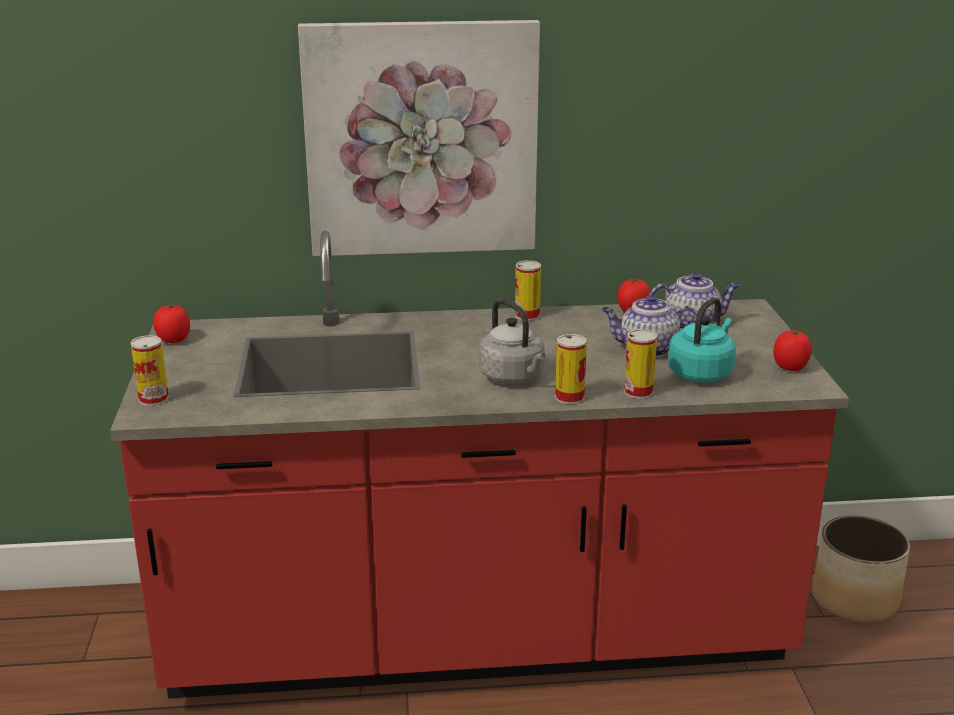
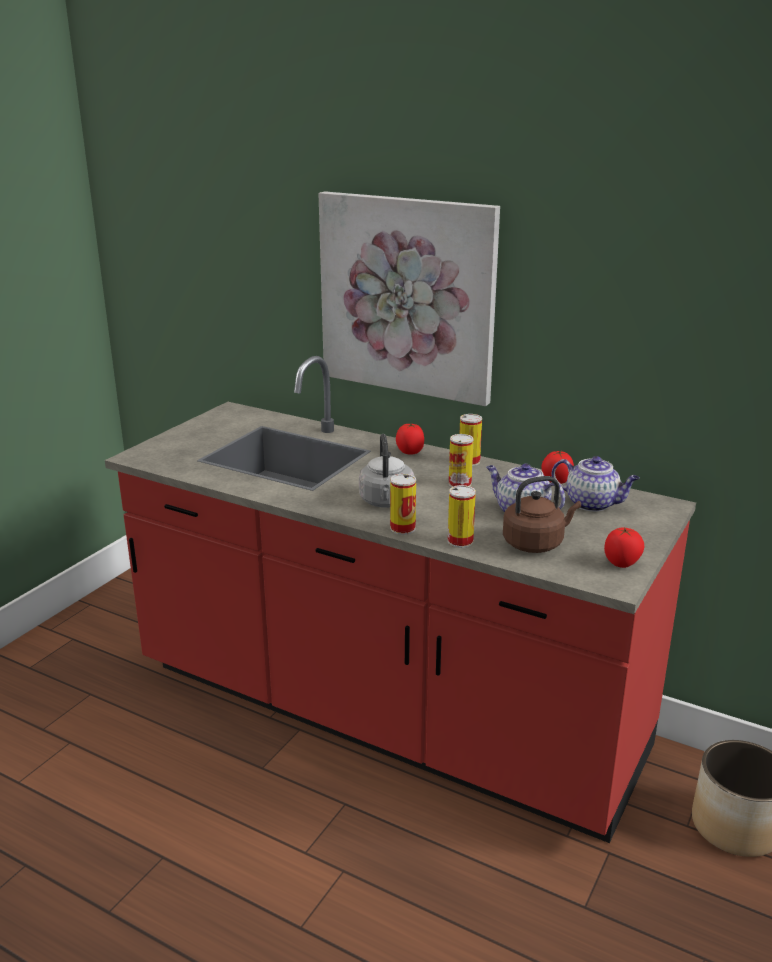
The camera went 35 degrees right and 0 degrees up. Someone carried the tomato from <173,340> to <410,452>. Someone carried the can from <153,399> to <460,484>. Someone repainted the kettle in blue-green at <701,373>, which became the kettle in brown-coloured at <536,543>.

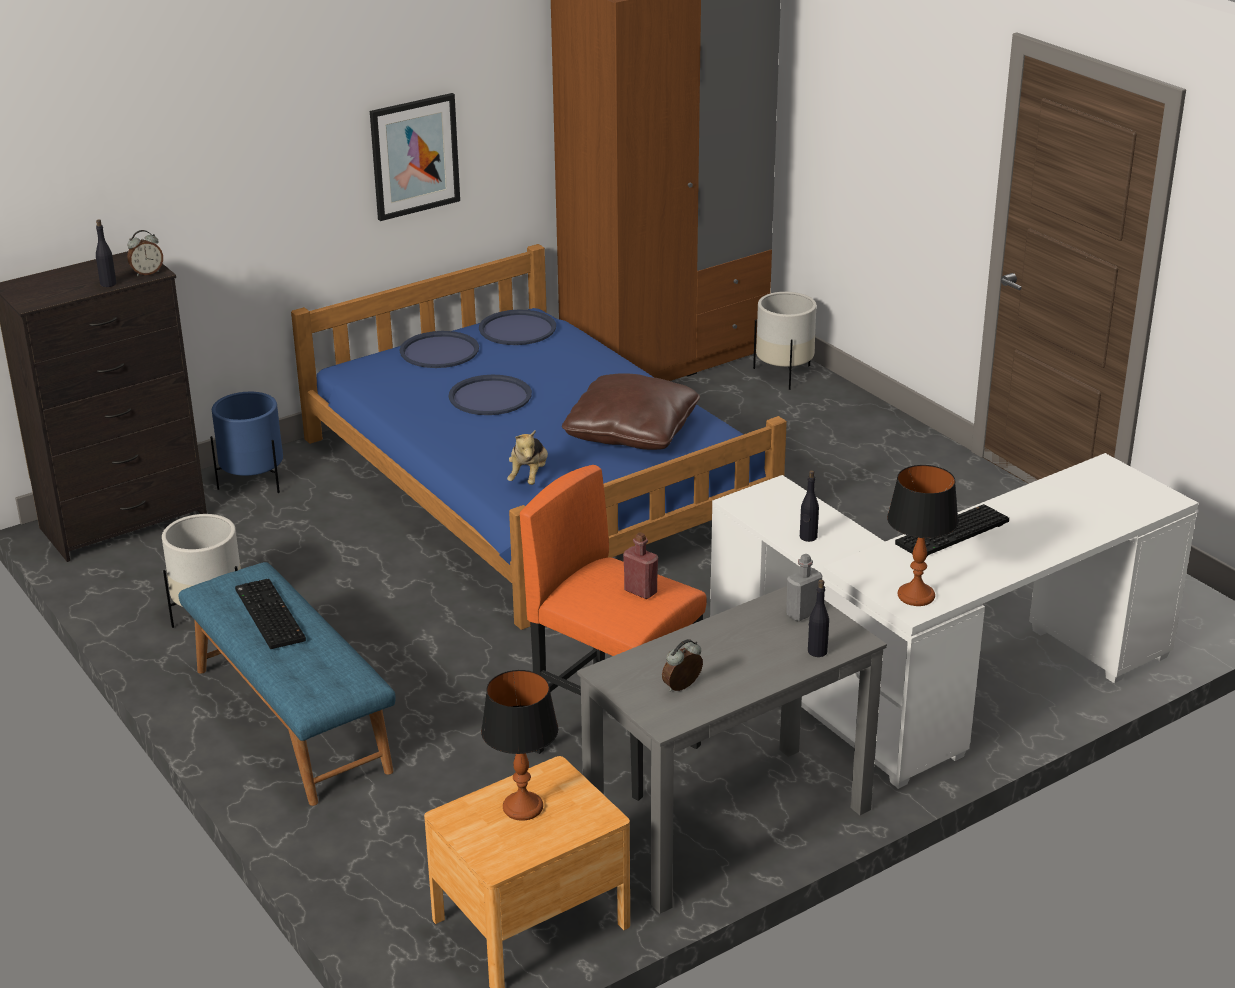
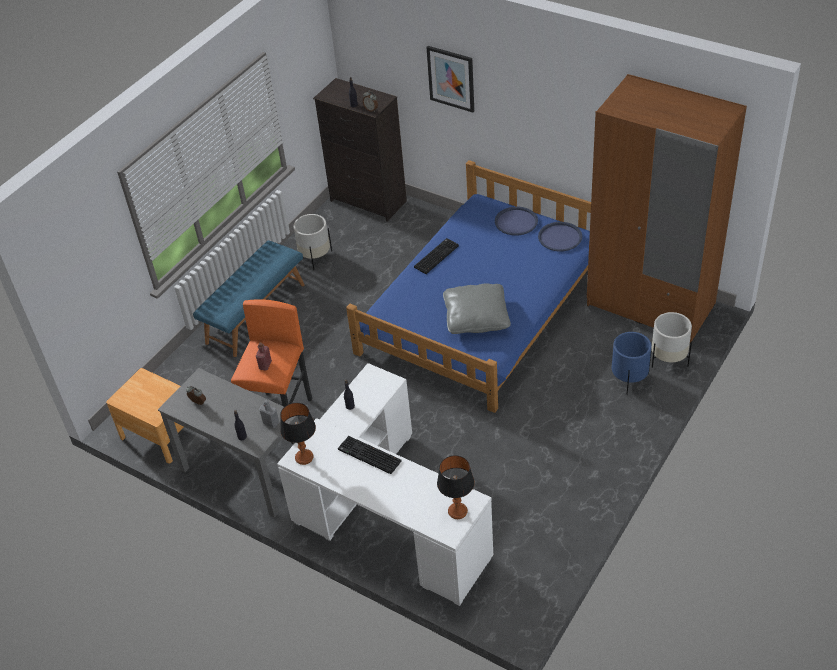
The camera went 70 degrees right and 15 degrees up. Someone carried the keyboard from <267,615> to <436,256>. Someone carried the wall art from <414,156> to <451,78>. Someone carried the lamp for a table from <522,808> to <457,511>. Someone repainted the throw pillow in brown-coloured at <631,432>, which became the throw pillow in greyish at <476,317>. Someone carried the plant pot in bluish from <253,482> to <629,379>. Someone took away the serving tray in bluish at <490,397>. Someone took away the cuddly toy at <529,476>.

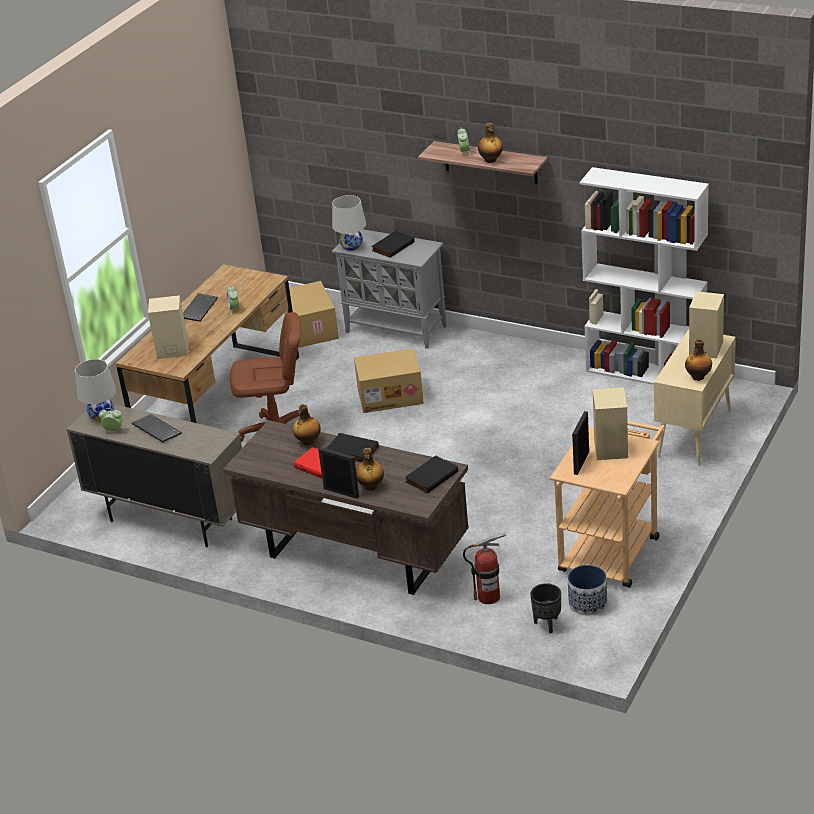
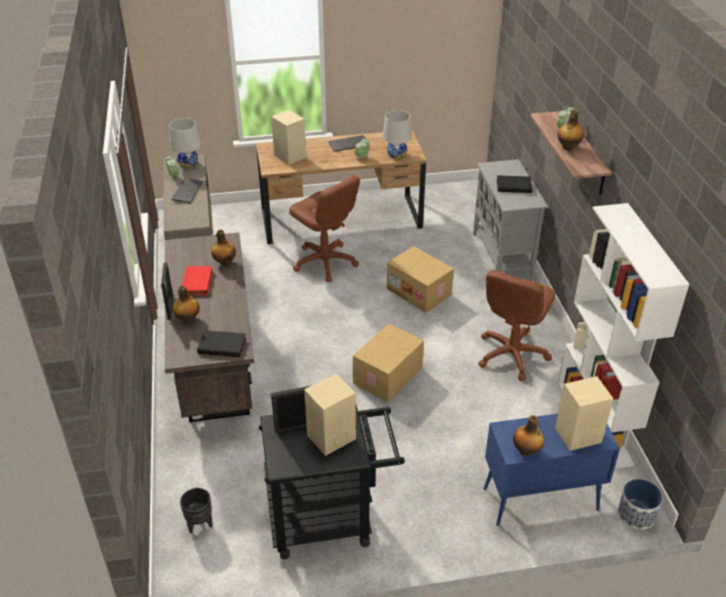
The camera went 50 degrees right and 5 degrees up. Someone repainted the cart in sand-coloured at <612,548>, which became the cart in black-coloured at <330,519>. Someone carried the carton from <313,329> to <388,376>. Someone carried the lamp for a table in whitish from <351,246> to <396,154>. Someone put down the desk chair in brown-coloured at <511,355>. Someone repainted the storage cabinet in sand-coloured at <694,434>, which became the storage cabinet in bluish at <539,500>. Someone carried the plant pot from <588,603> to <636,515>. Someone took away the bound book in black-coloured at <351,451>. Someone took away the fire extinguisher at <489,597>.

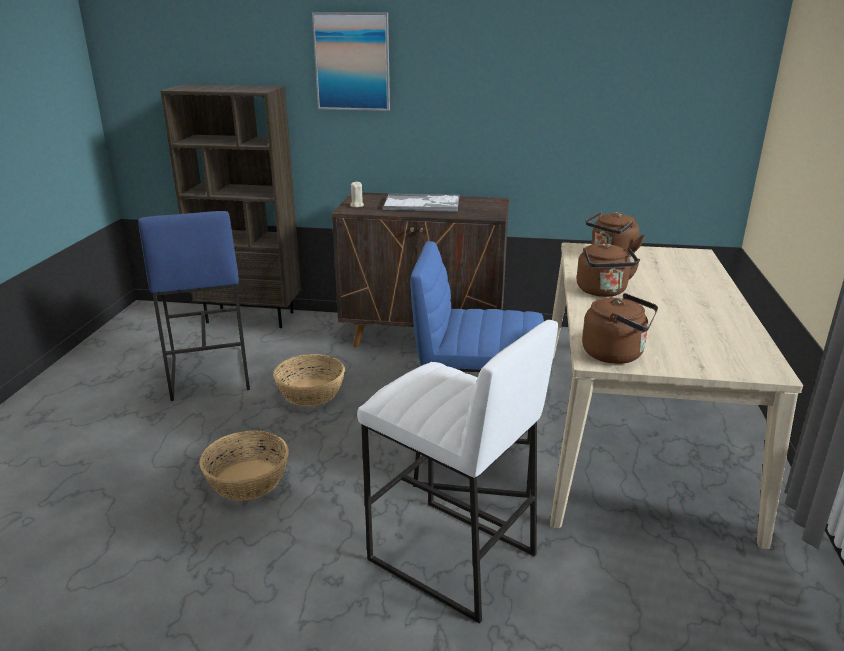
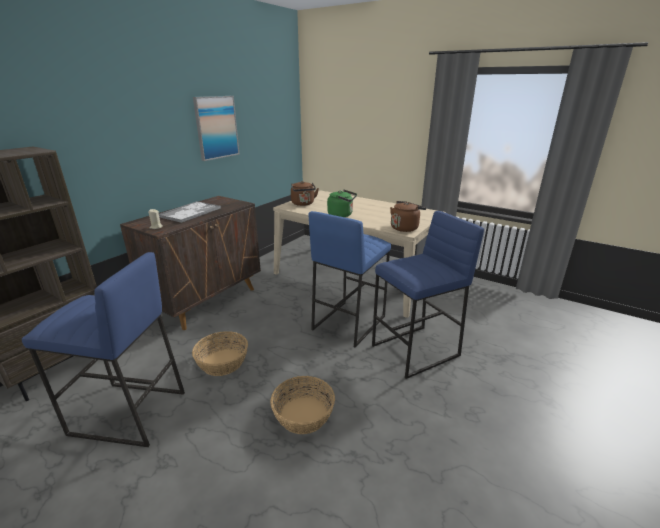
The camera went 65 degrees left and 0 degrees up. Someone carried the wall art from <352,62> to <216,127>. Someone repainted the kettle in brown-coloured at <603,291>, which became the kettle in green-coloured at <342,215>. Someone repainted the sitting stool in whitish at <451,557>, which became the sitting stool in bluish at <415,351>.

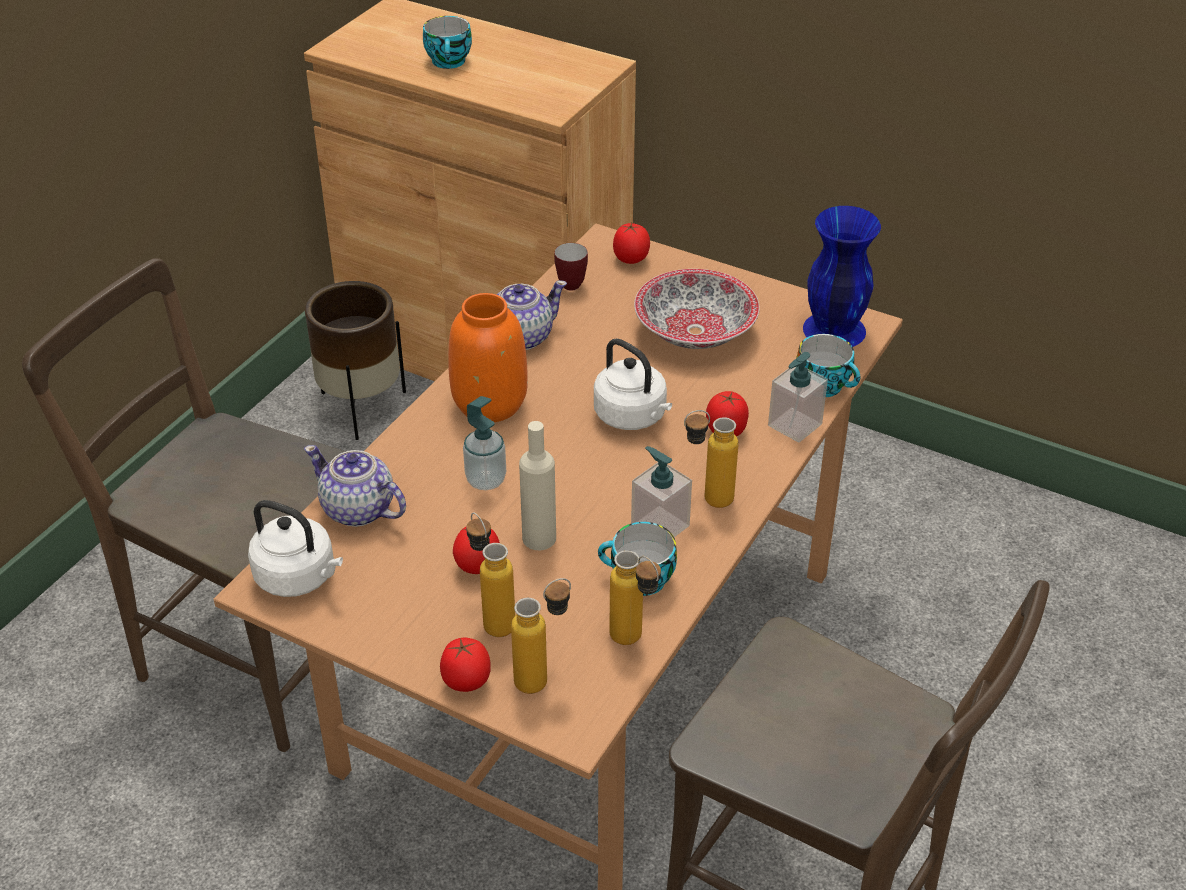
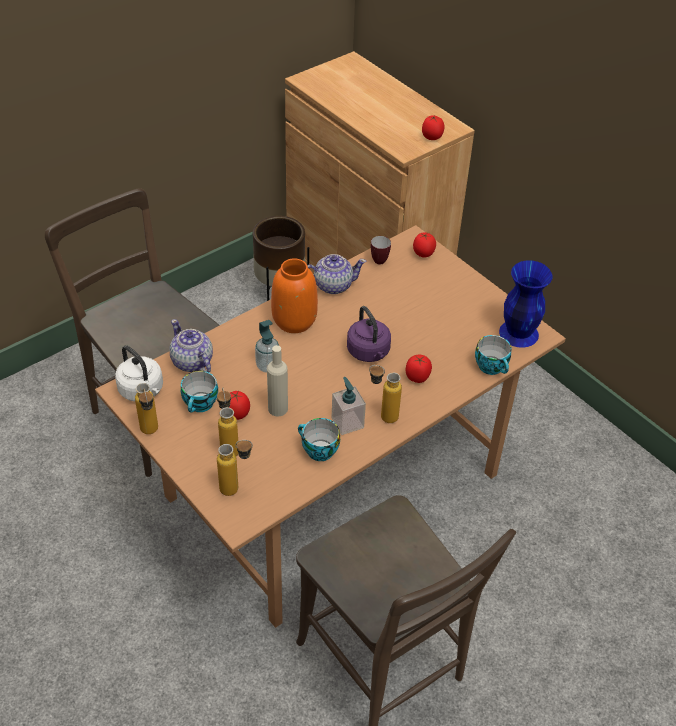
The camera went 20 degrees right and 5 degrees up. Someone carried the bottle from <634,642> to <150,434>. Someone carried the drinking cup from <450,62> to <201,404>. Someone repainted the kettle in whitish at <633,417>, which became the kettle in purple-coloured at <369,353>. Someone carried the tomato from <466,682> to <432,138>. Someone took away the bowl at <696,331>. Someone took away the soap dispenser at <794,425>.

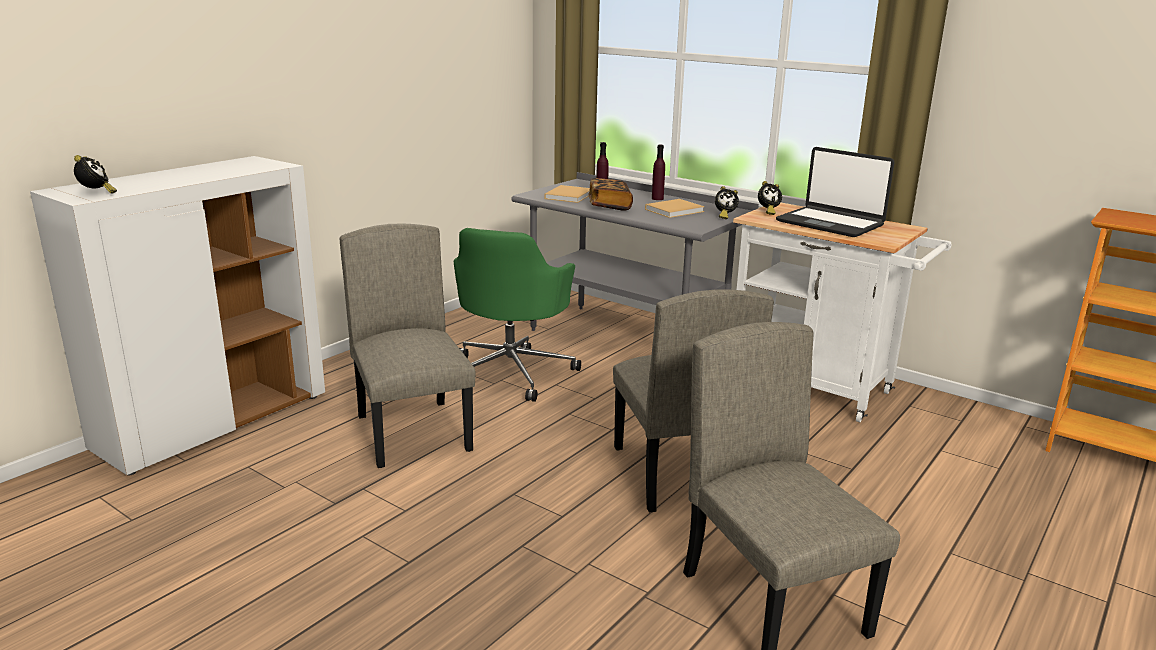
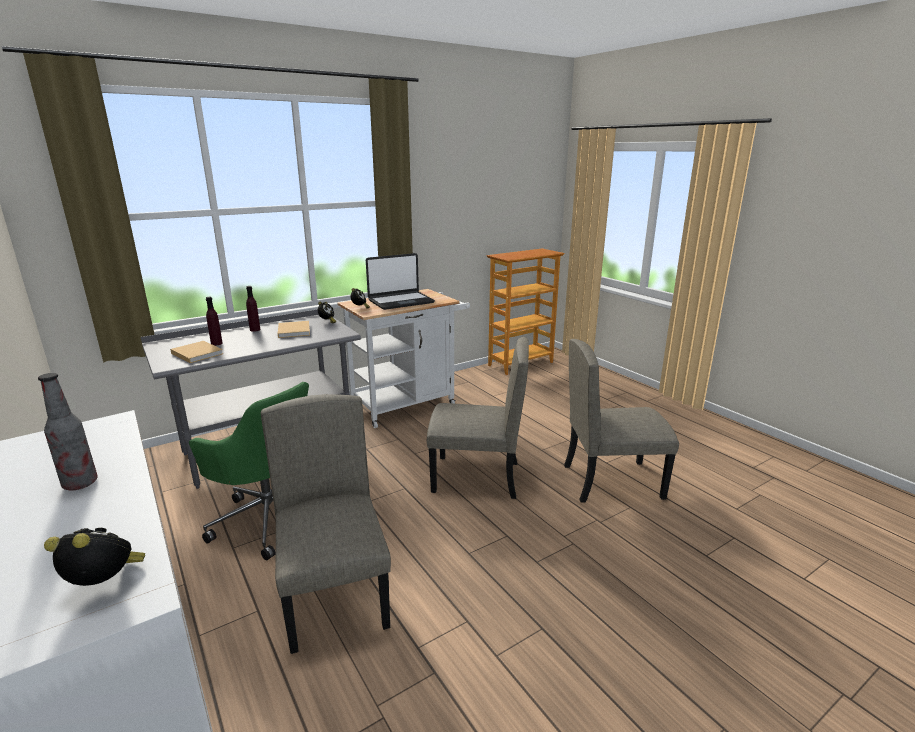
The camera went 70 degrees left and 0 degrees up. Someone put down the bottle at <80,483>. Someone rotated the upright chair in sand-coloured at <414,433> by 75 degrees clockwise. Someone took away the bound book at <609,205>.

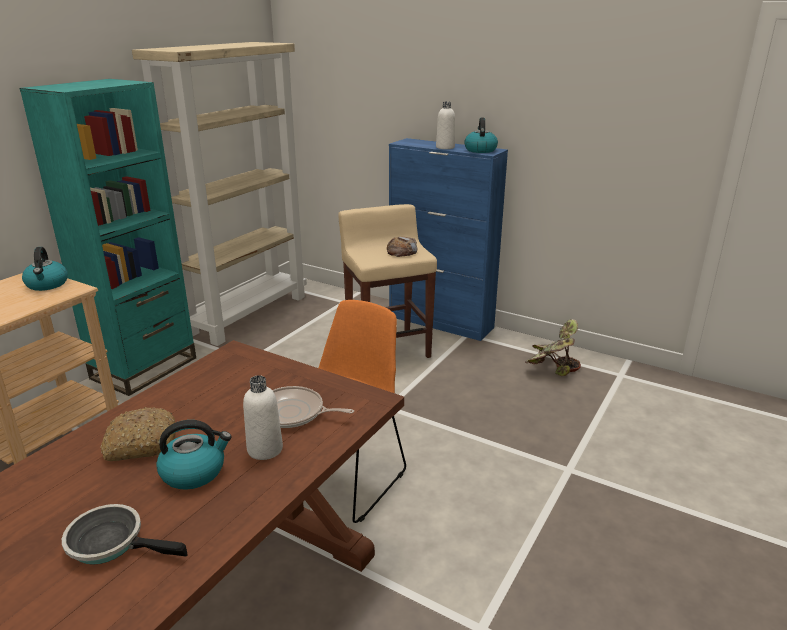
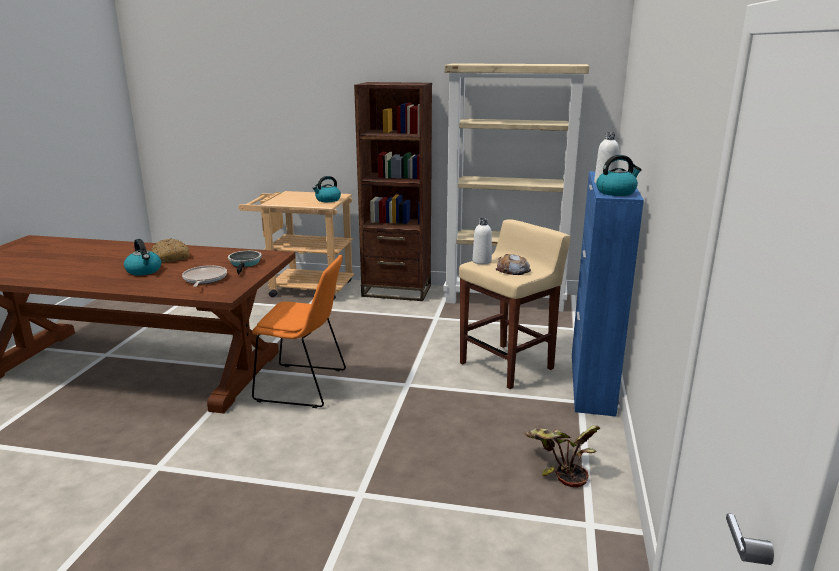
The camera went 70 degrees right and 5 degrees down. Someone carried the pan from <112,542> to <245,263>. Someone repainted the bookshelf in blue-green at <144,368>, which became the bookshelf in brown-coloured at <396,291>. Someone carried the bottle in whitish from <265,449> to <481,261>.

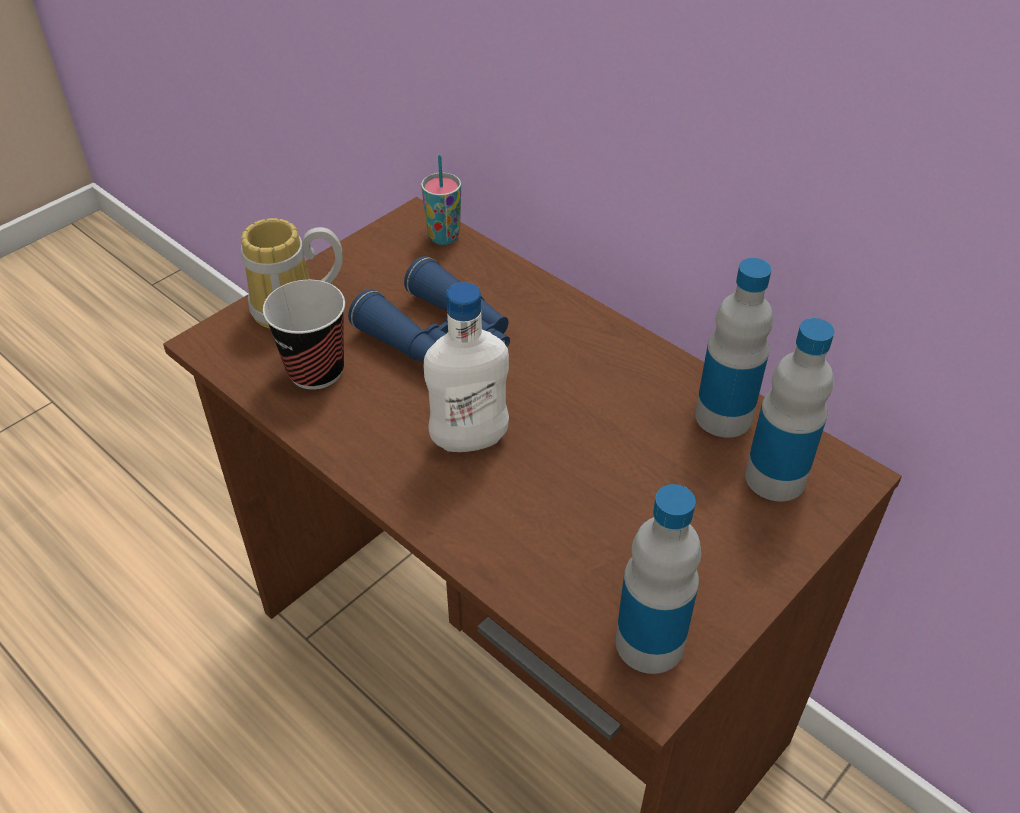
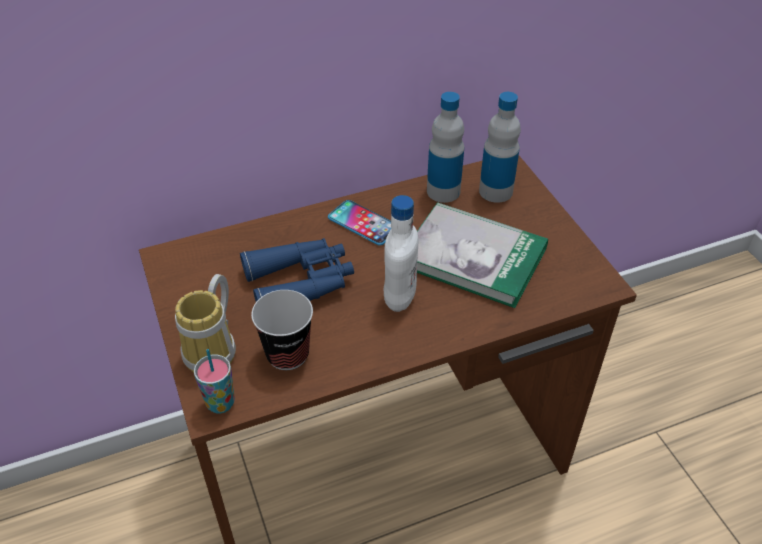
The camera went 65 degrees left and 0 degrees up. Someone carried the drinking cup from <444,237> to <220,403>. Someone put down the telephone at <363,223>. Someone put down the bound book at <474,257>. Someone took away the bottle at <649,643>.

